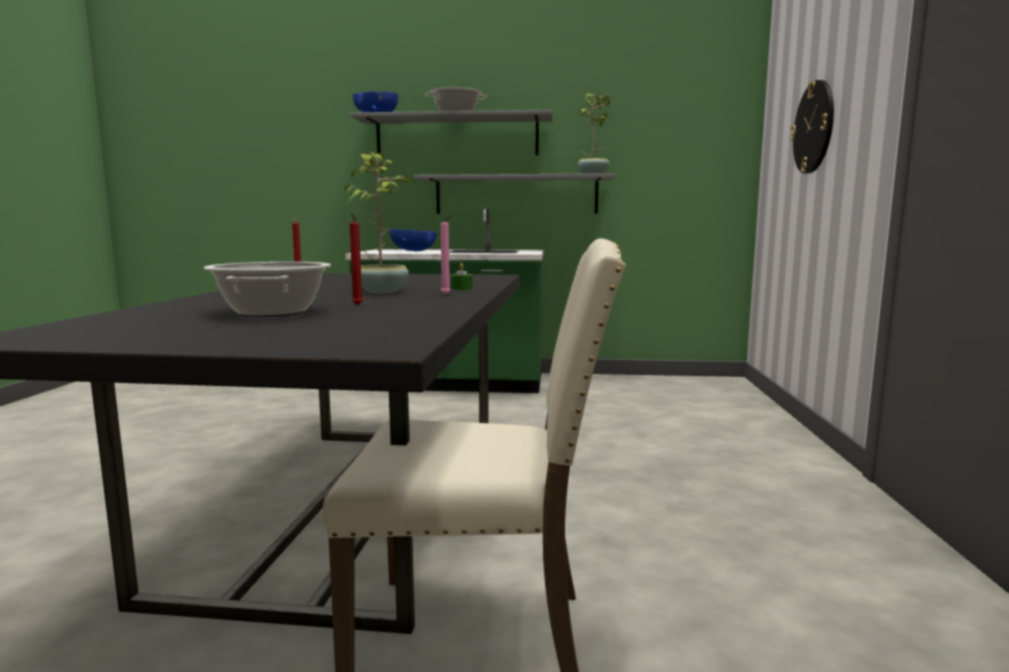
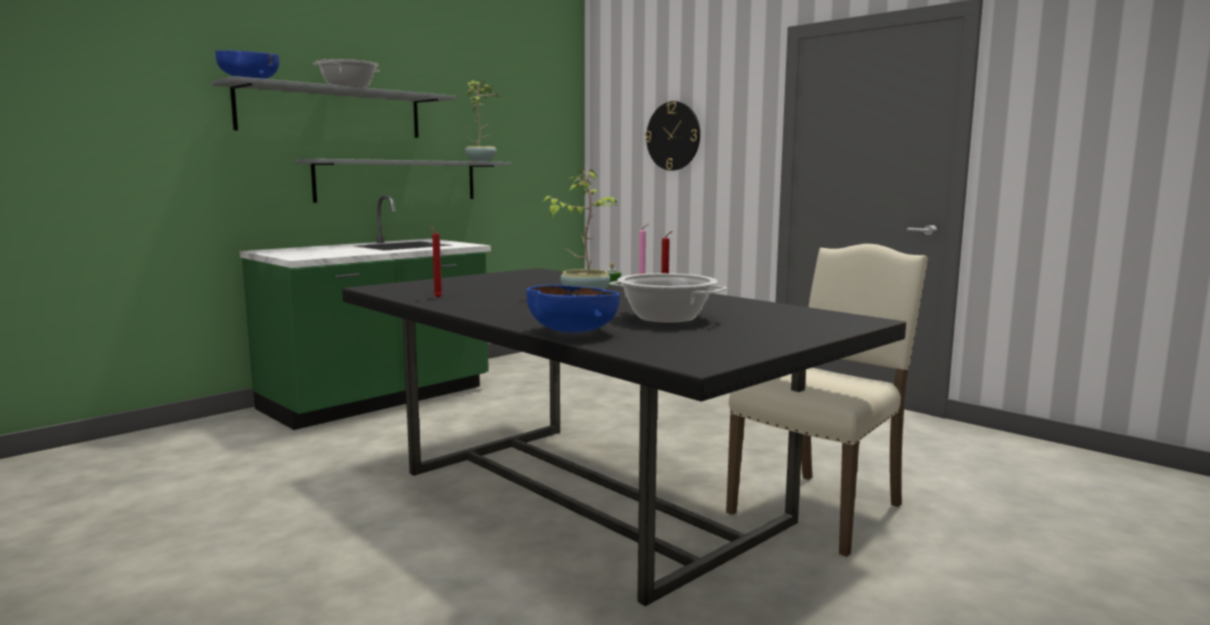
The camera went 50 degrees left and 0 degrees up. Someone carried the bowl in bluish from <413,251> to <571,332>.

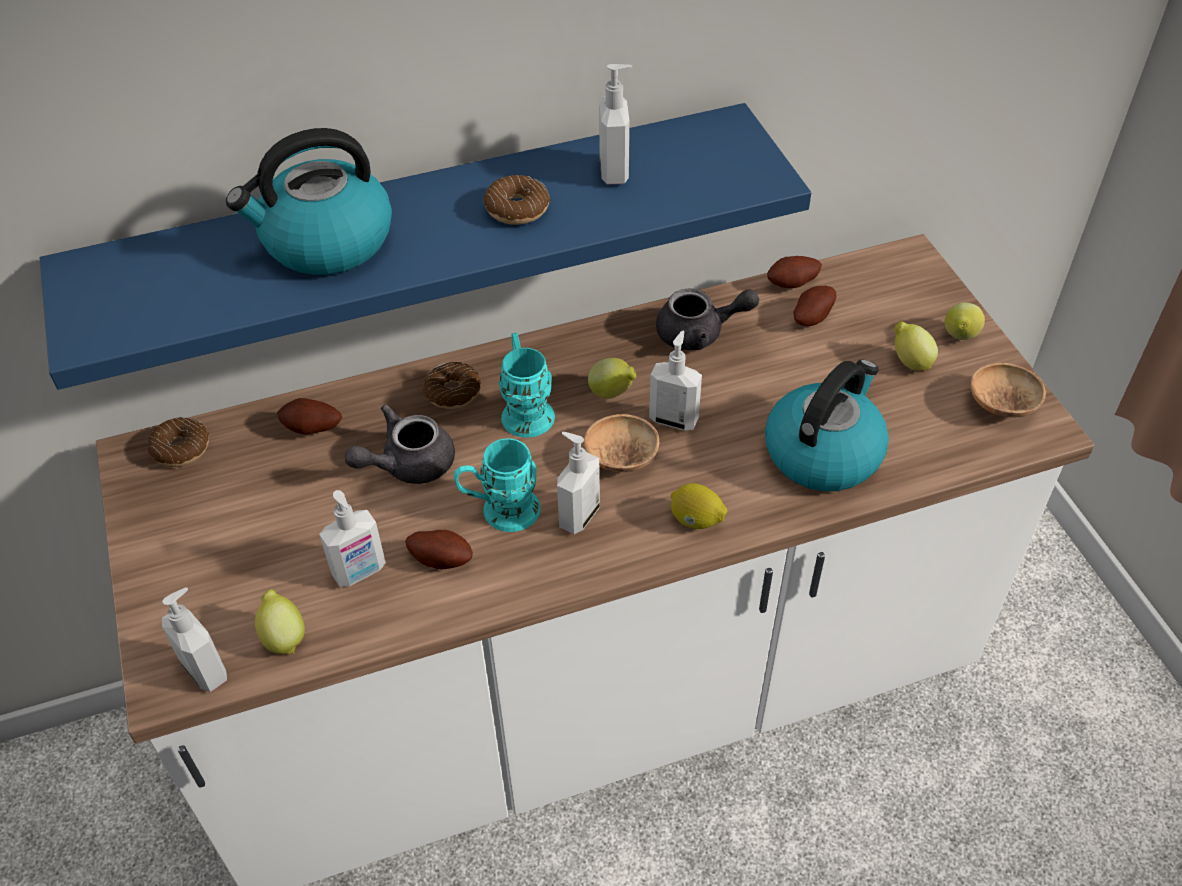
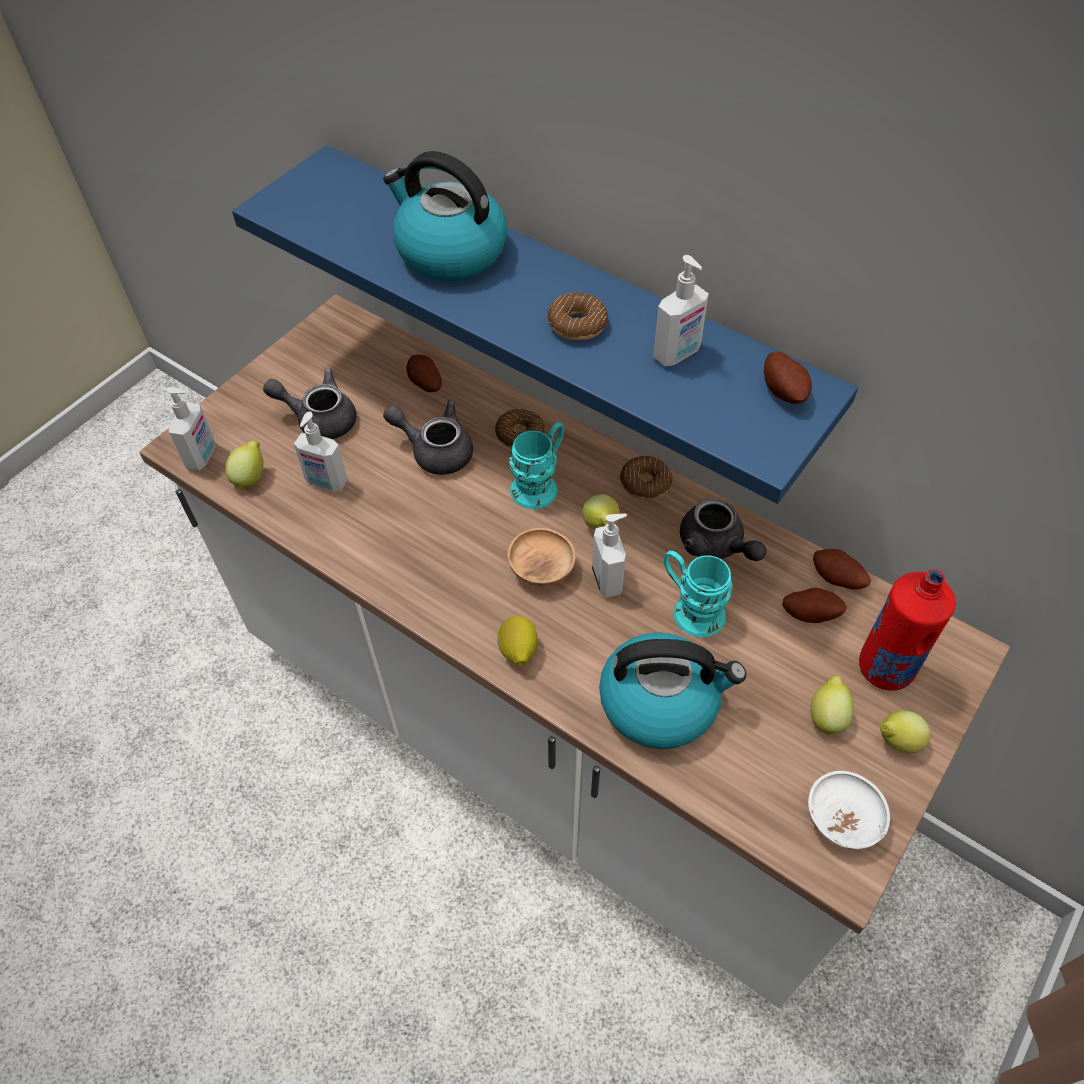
The camera went 55 degrees right and 5 degrees up. Someone put down the pot for tea in greyish at <319,419>. Someone carried the doughnut from <181,449> to <645,483>. Someone carried the tea mug in blue-green from <500,511> to <690,609>. Someone carried the spud from <442,558> to <784,391>. Someone repainted the bowl in brown-coloured at <1002,404>, which became the bowl in whitish at <842,819>. Someone put down the bottle in red at <884,668>. Someone took away the soap dispenser at <578,515>.

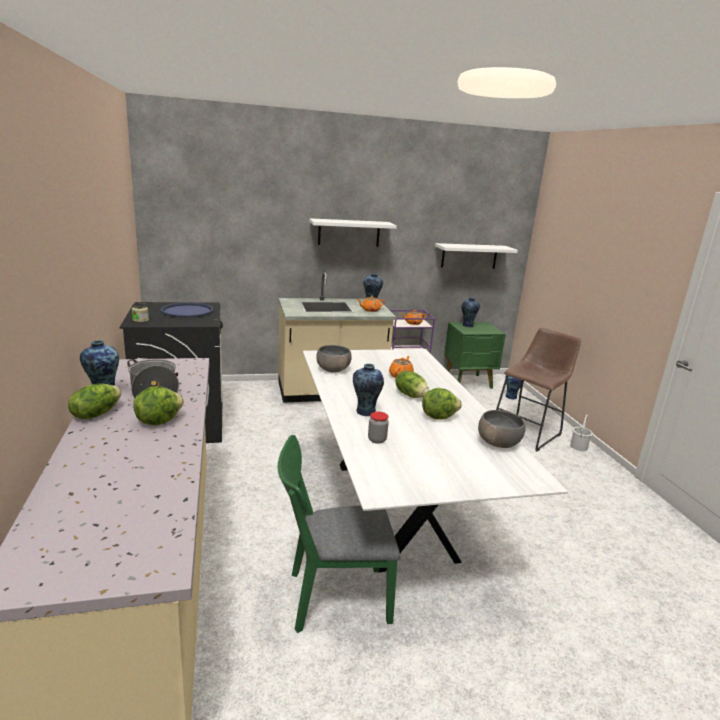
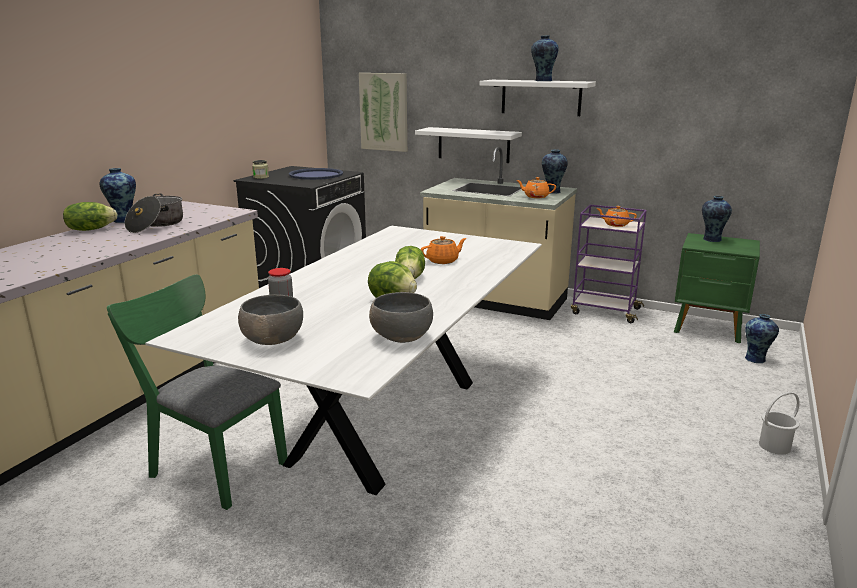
The camera went 40 degrees right and 0 degrees up. Someone carried the bowl in greyish from <333,370> to <272,339>. Someone put up the wall art at <384,112>. Someone carried the wall shelf in whitish from <469,256> to <473,145>. Someone carried the flower vase from <365,412> to <542,81>. Someone took away the lettuce at <158,421>. Someone took away the sitting stool in brown-coloured at <528,432>.

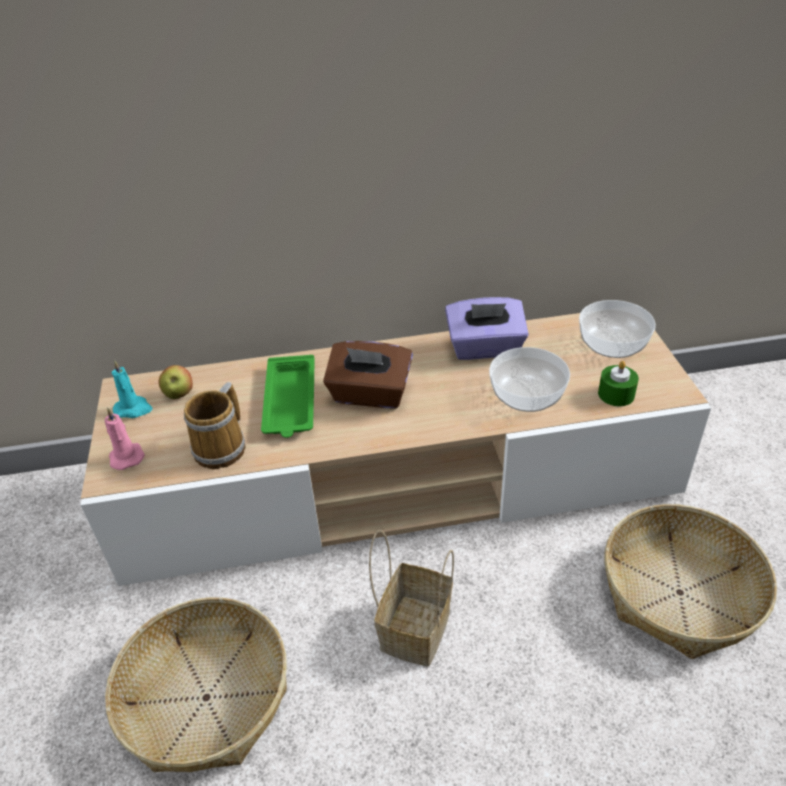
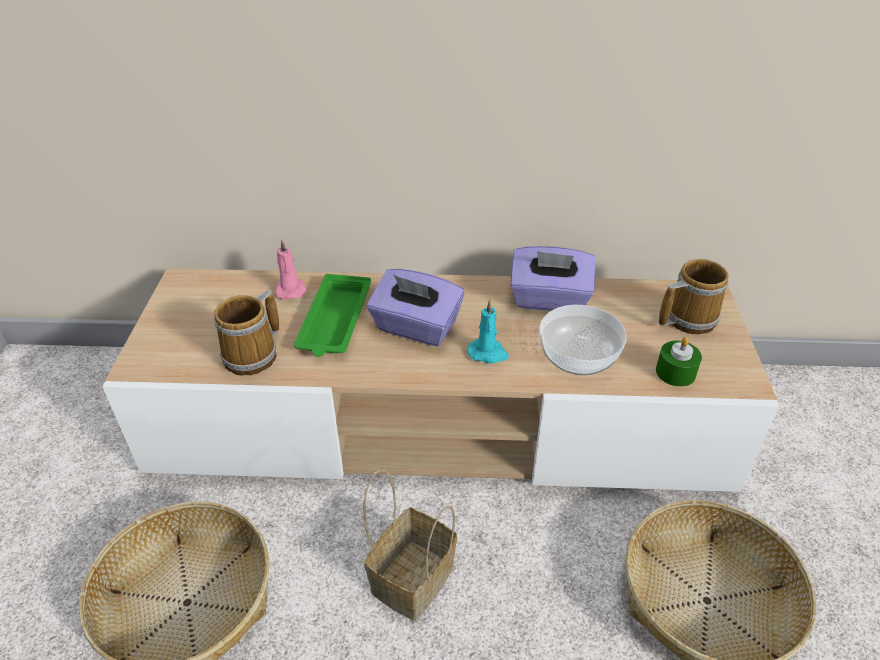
The camera went 10 degrees right and 0 degrees up. Someone carried the wax candle in pink-coloured from <126,456> to <290,289>. Someone repainted the tissue box in brown-coloured at <370,394>, which became the tissue box in purple-coloured at <416,328>. Someone carried the wax candle in blue-green from <133,409> to <488,353>. Someone swapped the bowl at <612,344> for the tea mug at <686,318>. Someone took away the apple fruit at <179,395>.

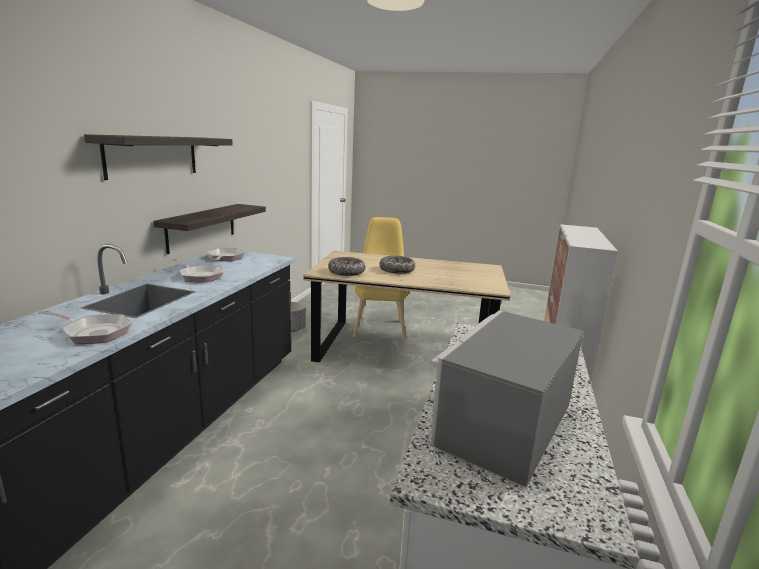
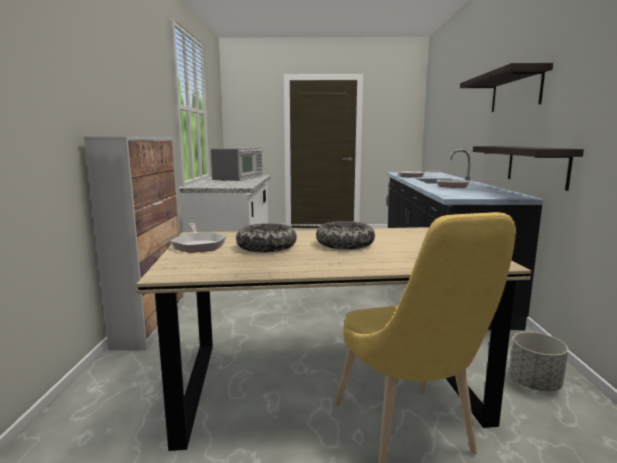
The camera went 165 degrees right and 5 degrees down. Someone carried the pan from <225,258> to <198,245>. Someone carried the bowl from <346,272> to <266,247>.

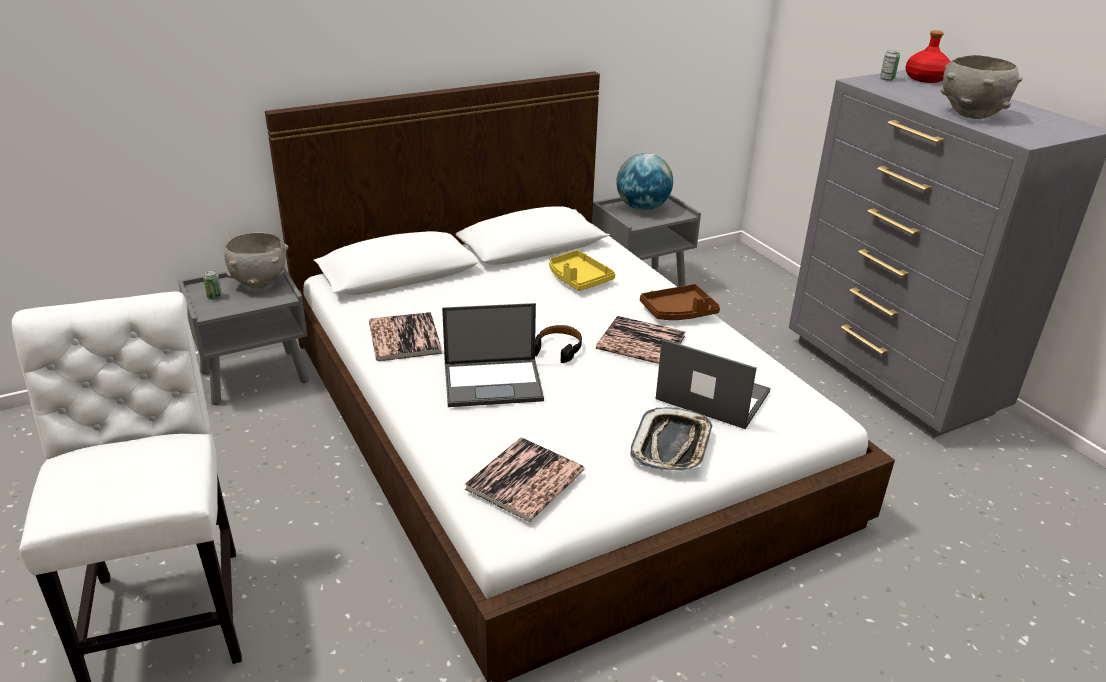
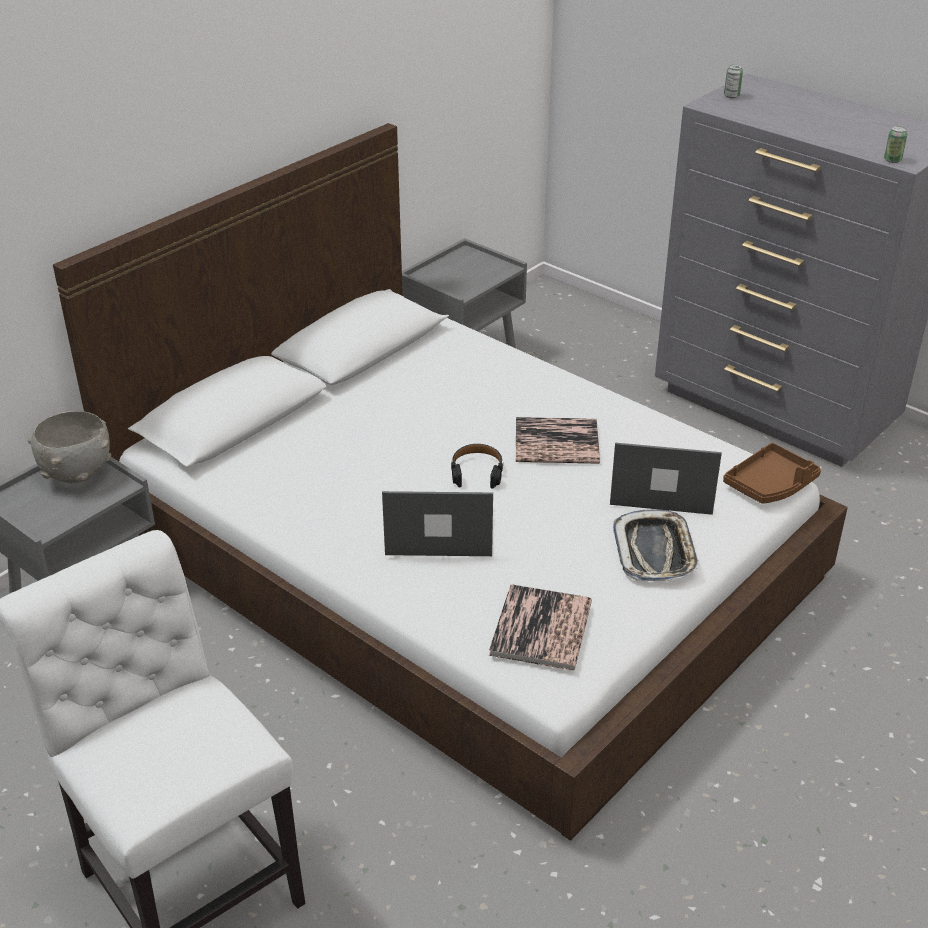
The camera went 20 degrees left and 5 degrees up. Someone rotated the notebook computer at <494,382> by 150 degrees counterclockwise. Someone carried the serving tray in brown-coloured from <679,312> to <770,485>. Someone carried the can from <214,297> to <892,160>. Someone took away the bound book at <404,338>. Someone took away the serving tray in yellowish at <578,279>. Someone took away the globe at <642,208>. Someone took away the bottle in red at <925,78>. Someone took away the bowl in greyish at <970,114>.

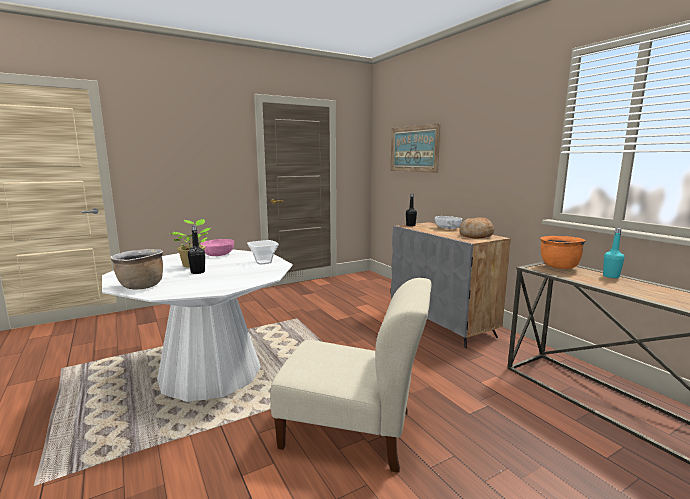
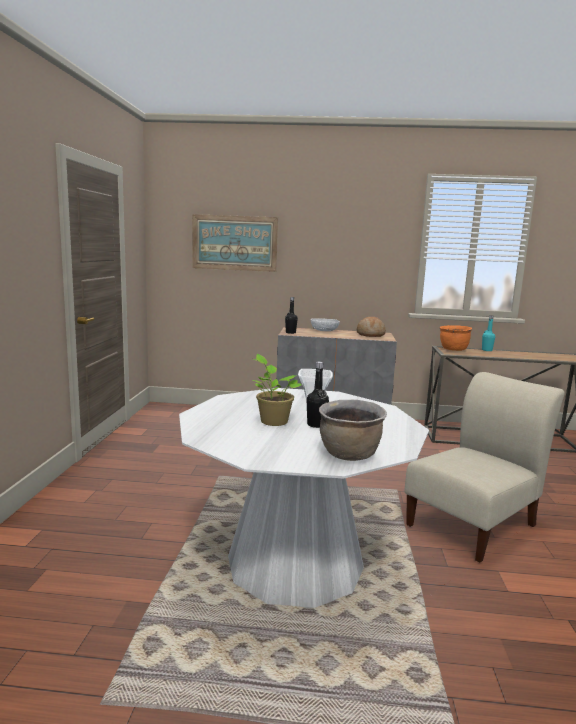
The camera went 55 degrees left and 0 degrees up. Someone took away the bowl in pink-coloured at <218,254>.

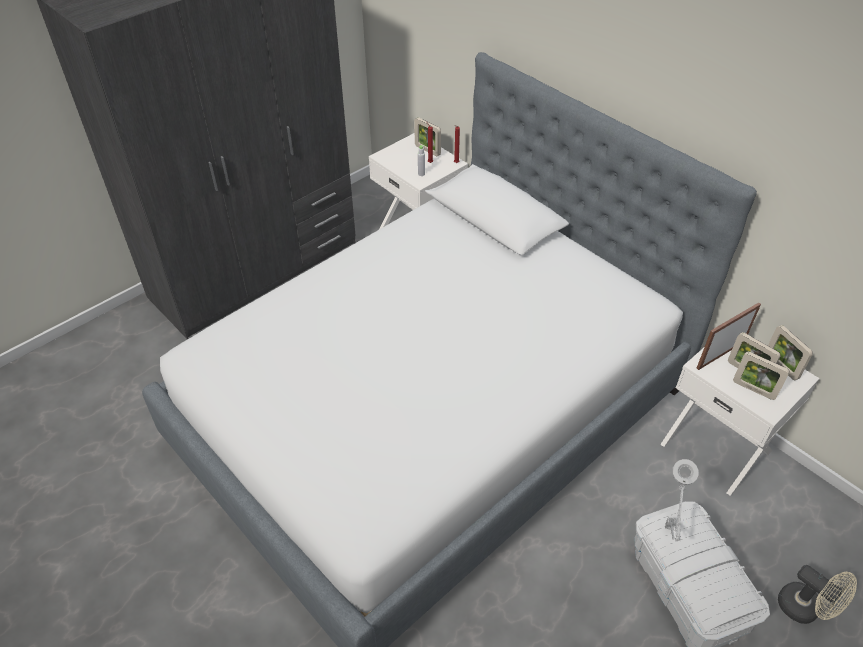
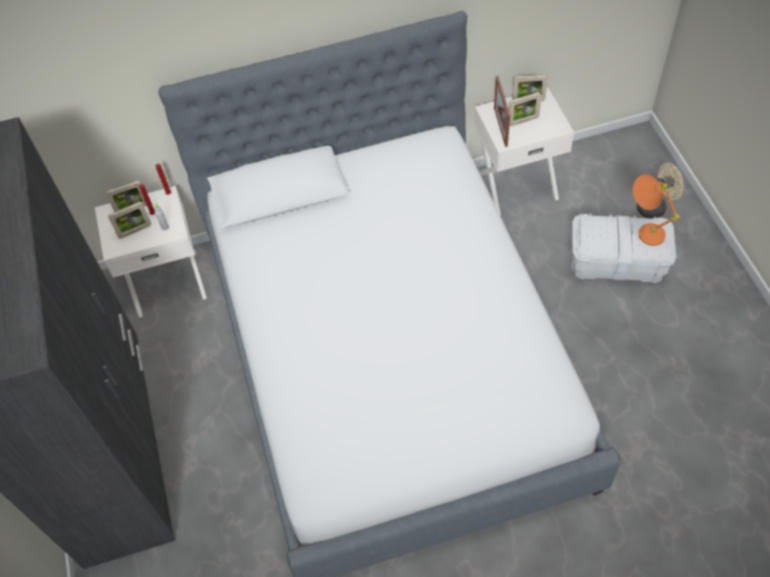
The camera went 60 degrees left and 10 degrees up. Someone carried the picture frame from <753,389> to <135,231>. Someone put down the lamp for a table in orange-coloured at <643,229>. Someone took away the lamp for a table in greyish at <668,529>.

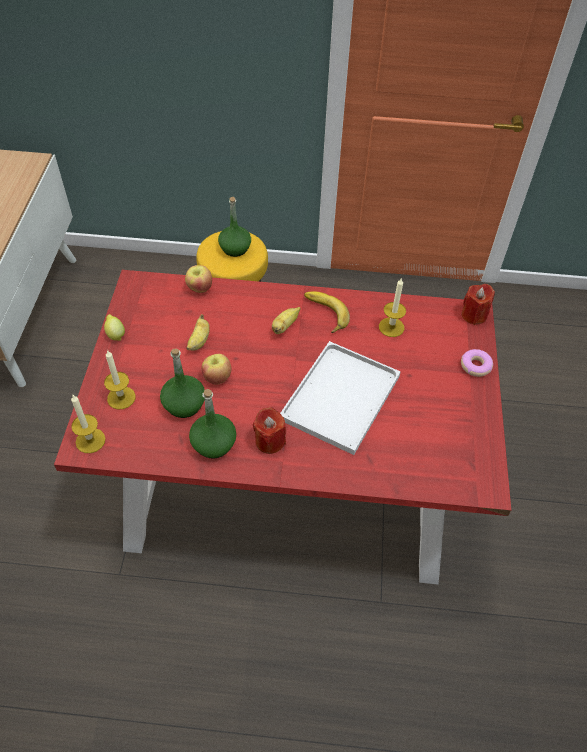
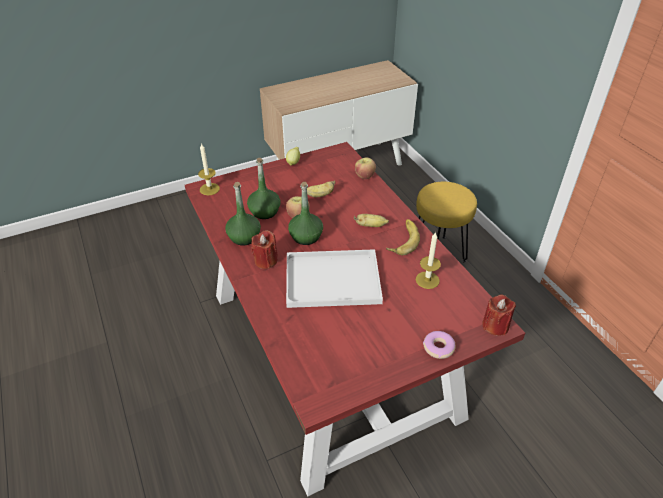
The camera went 60 degrees right and 10 degrees down. Someone carried the bottle in green-coloured from <235,248> to <306,237>. Someone took away the wax candle at <121,397>.

